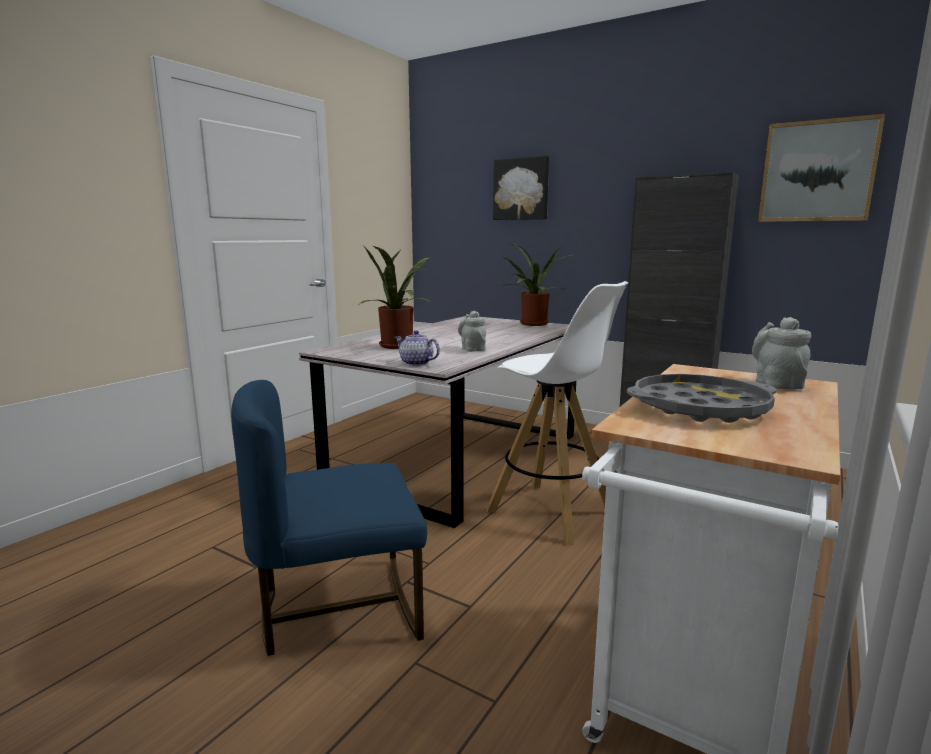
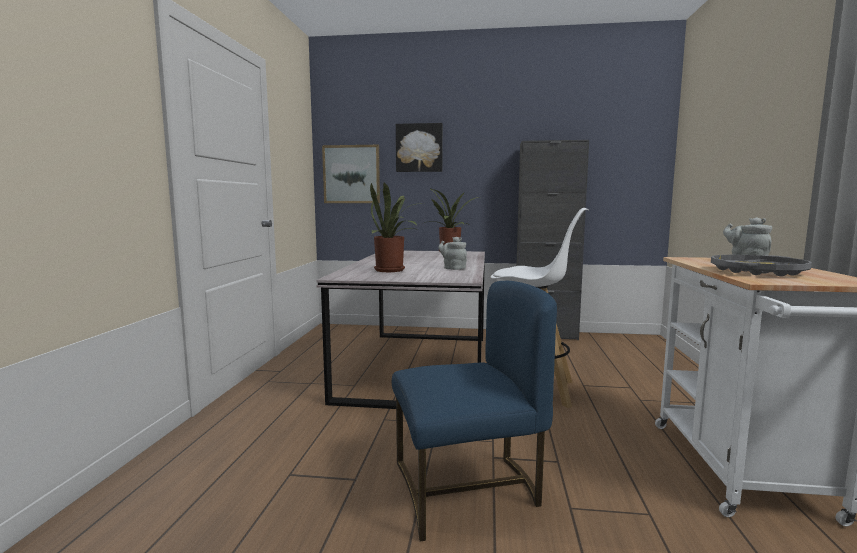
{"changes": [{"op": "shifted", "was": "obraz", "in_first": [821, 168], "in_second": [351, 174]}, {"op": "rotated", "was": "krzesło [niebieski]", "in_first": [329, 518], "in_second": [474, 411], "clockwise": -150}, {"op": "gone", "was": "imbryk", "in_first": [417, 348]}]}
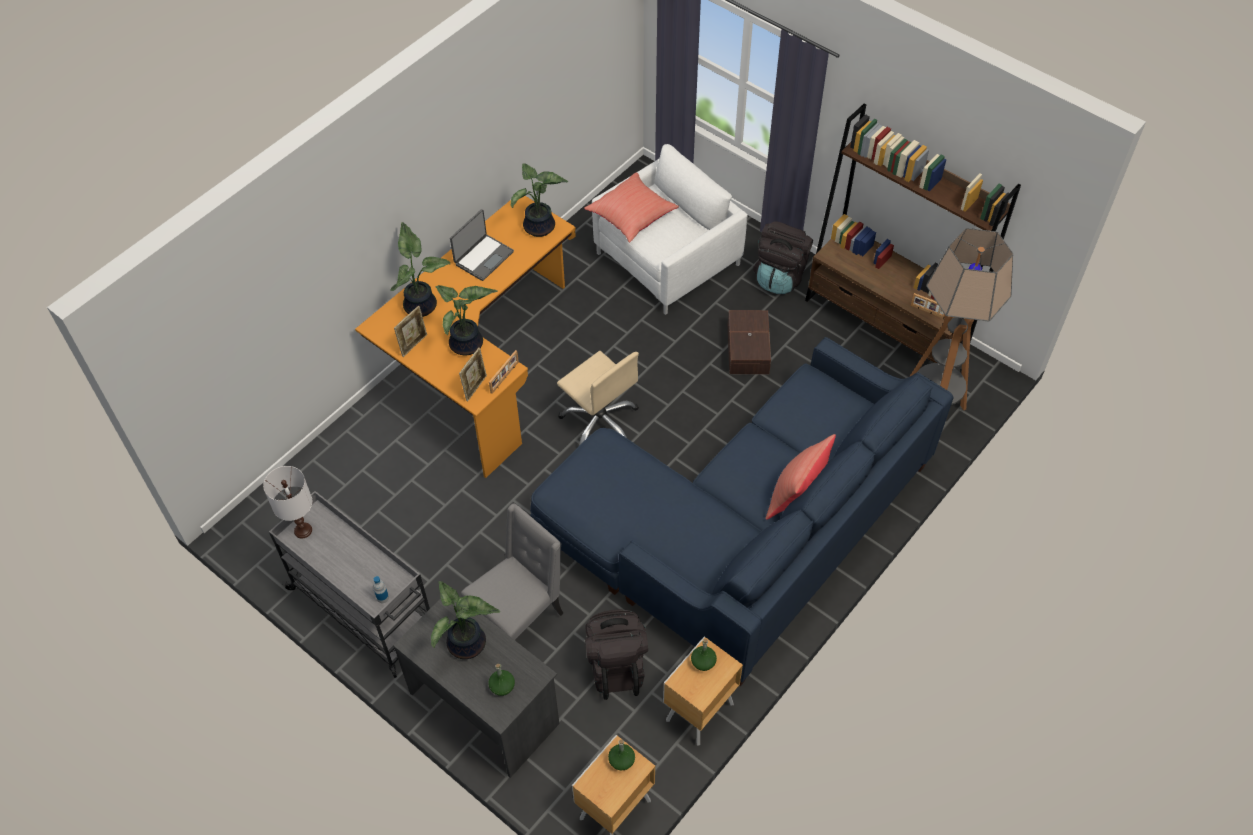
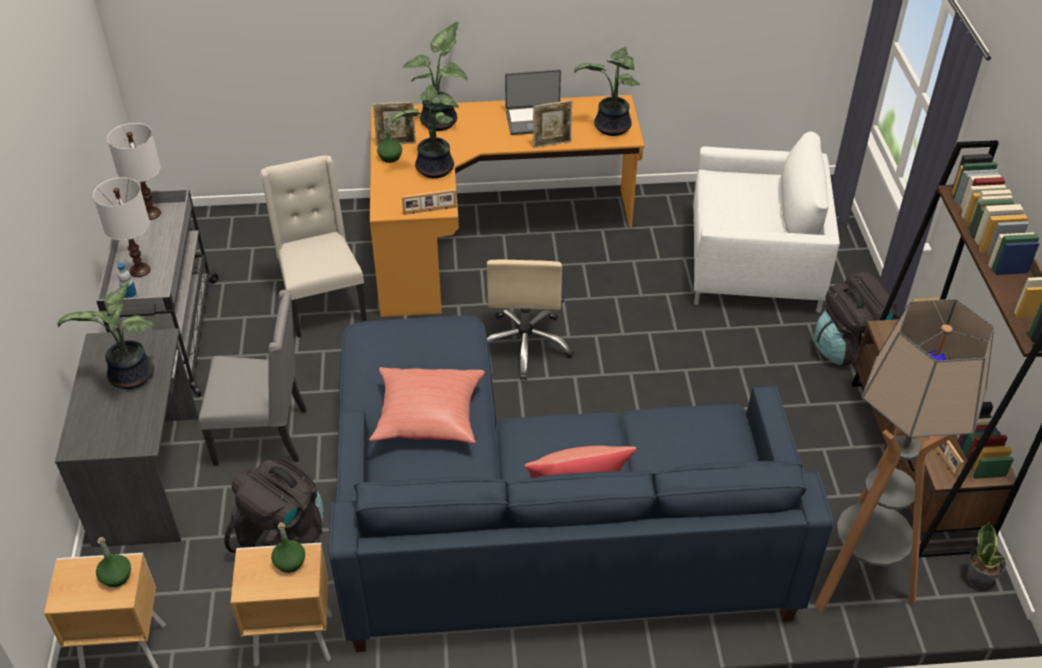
{"changes": [{"op": "new", "now": "lampa stołowa [biały]", "in_second": [122, 227]}, {"op": "new", "now": "krzesło [beżowy]", "in_second": [313, 246]}, {"op": "shifted", "was": "poduszka [czerwony]", "in_first": [631, 207], "in_second": [427, 405]}, {"op": "shifted", "was": "butelka [zielony]", "in_first": [501, 680], "in_second": [389, 140]}, {"op": "shifted", "was": "ramka na zdjęcie", "in_first": [473, 374], "in_second": [552, 124]}, {"op": "new", "now": "roślina doniczkowa", "in_second": [986, 556]}, {"op": "gone", "was": "pojemnik do przechowywania [brązowy]", "in_first": [749, 342]}]}
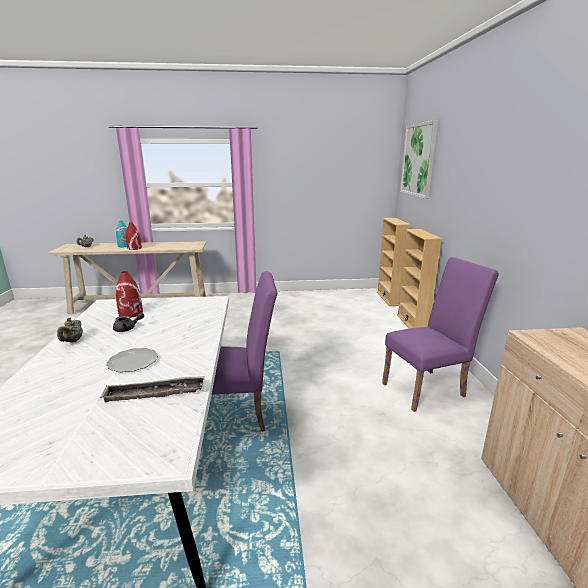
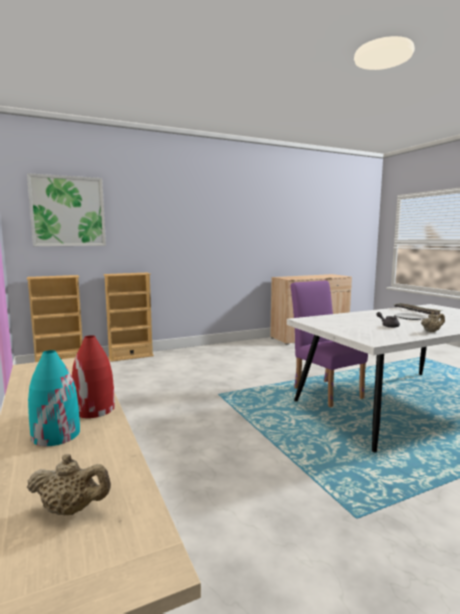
{"changes": [{"op": "gone", "was": "wazon [czerwony]", "in_first": [129, 294]}, {"op": "gone", "was": "krzesło [fioletowy]", "in_first": [440, 334]}]}
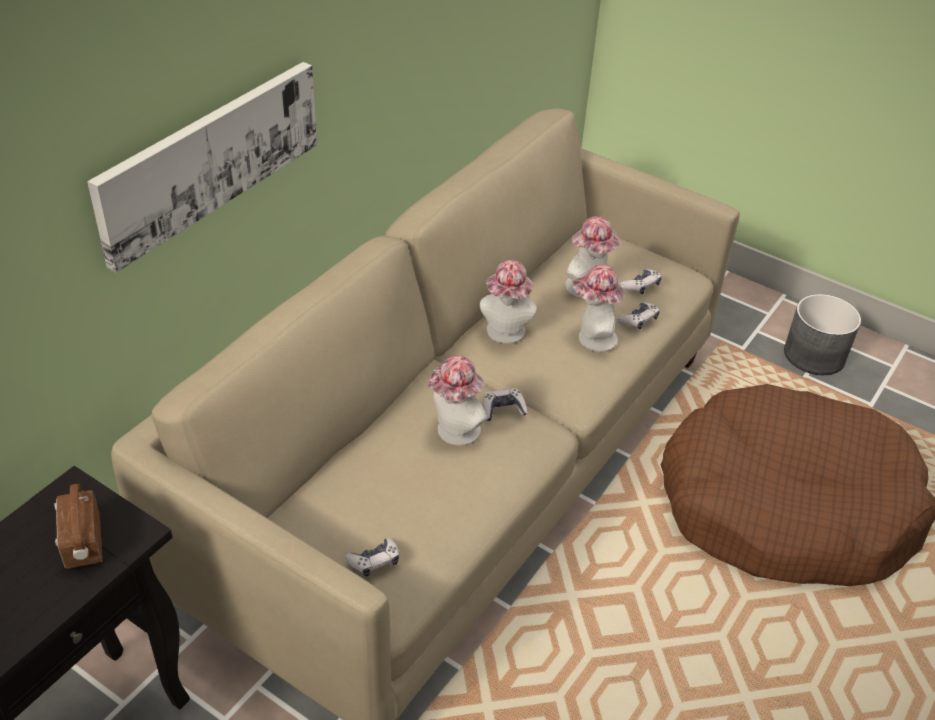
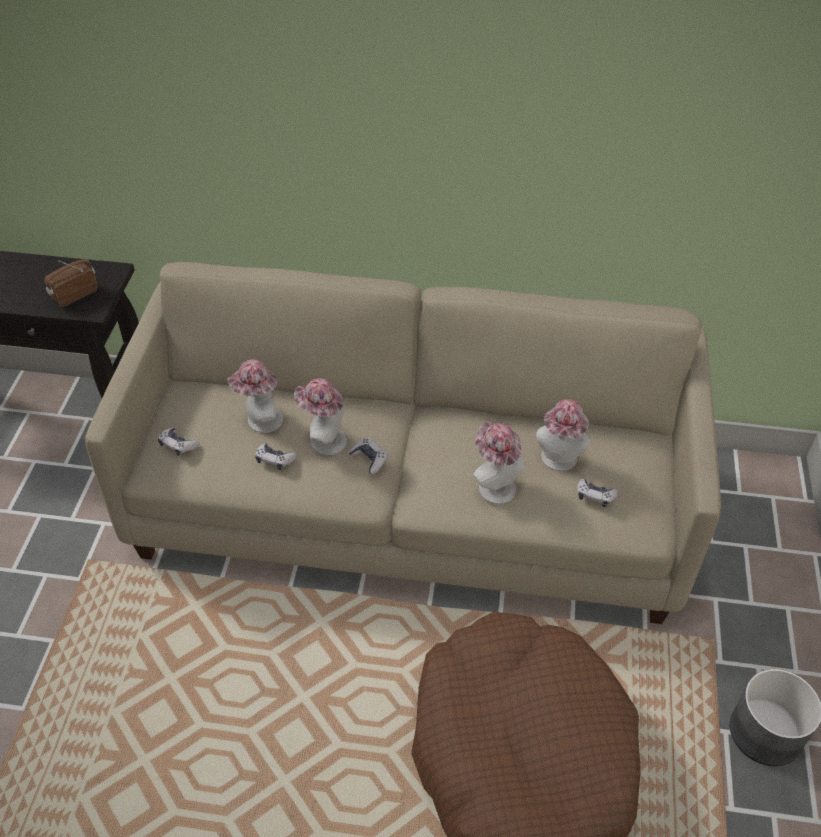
{"changes": [{"op": "shifted", "was": "kapelusz", "in_first": [508, 302], "in_second": [255, 396]}, {"op": "shifted", "was": "pad do gier", "in_first": [638, 316], "in_second": [276, 456]}, {"op": "gone", "was": "obraz", "in_first": [202, 167]}]}
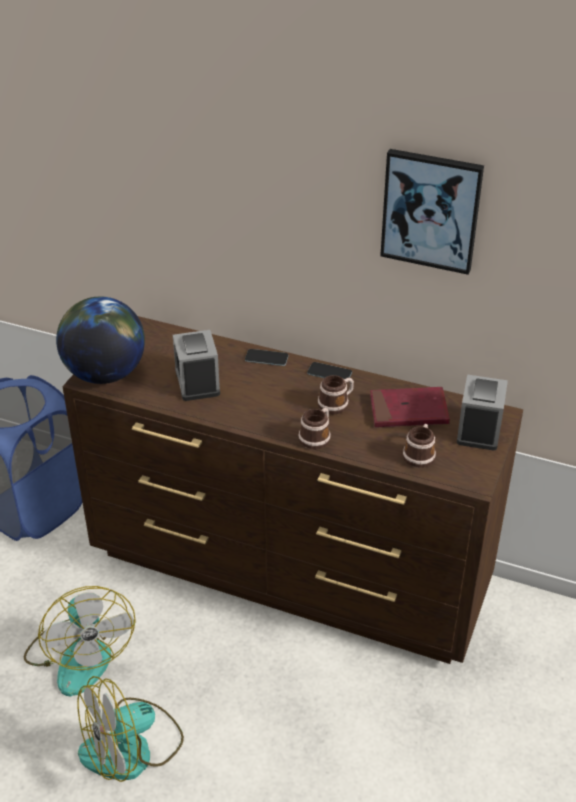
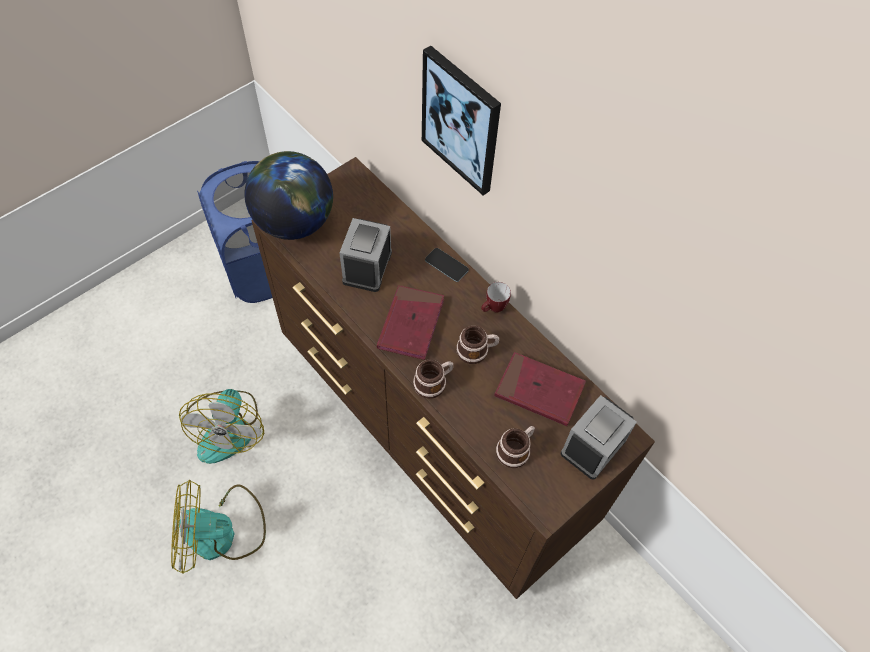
{"changes": [{"op": "new", "now": "książka [czerwony]", "in_second": [410, 322]}, {"op": "shifted", "was": "obraz", "in_first": [432, 212], "in_second": [461, 120]}, {"op": "swapped", "was": "telefon", "now": "kubek", "in_first": [329, 370], "in_second": [496, 297]}]}
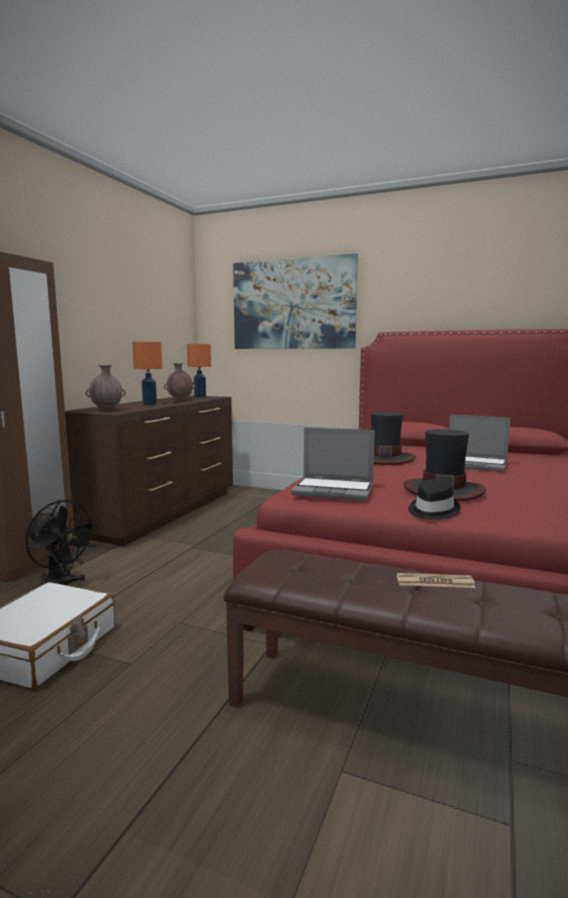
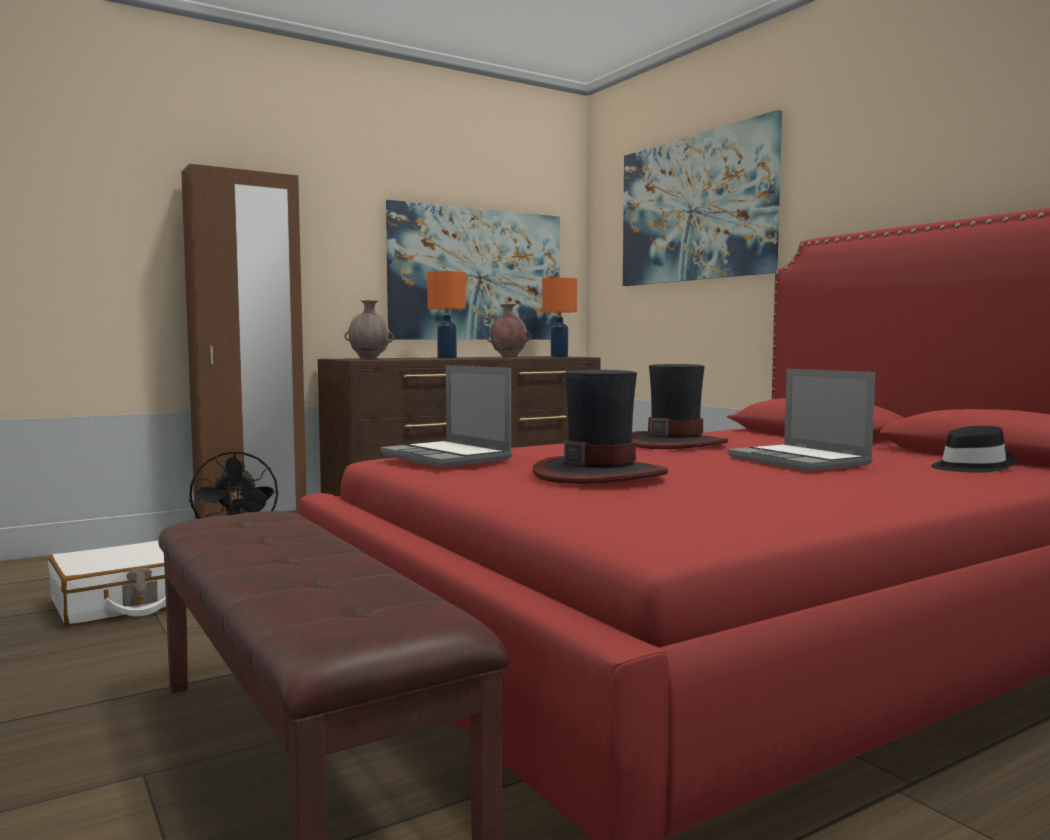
{"changes": [{"op": "new", "now": "obraz", "in_second": [473, 270]}, {"op": "shifted", "was": "kapelusz [czarny]", "in_first": [434, 499], "in_second": [973, 449]}, {"op": "gone", "was": "gazeta", "in_first": [436, 580]}]}
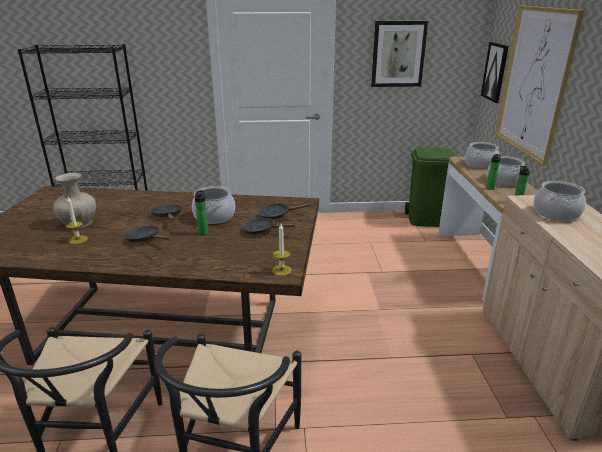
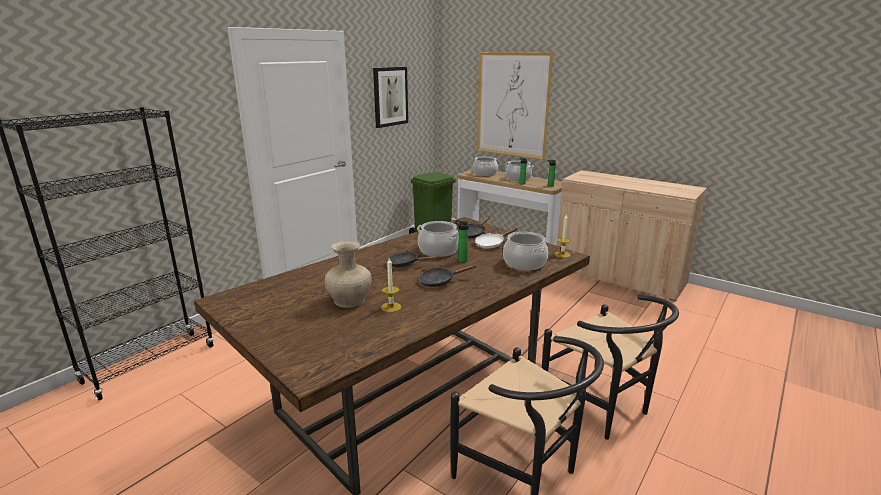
{"changes": [{"op": "repainted", "was": "patelnia [czarny]", "now": "patelnia [biały]", "in_first": [269, 226], "in_second": [496, 238]}, {"op": "shifted", "was": "garnek", "in_first": [560, 201], "in_second": [525, 251]}, {"op": "gone", "was": "obraz", "in_first": [495, 72]}]}
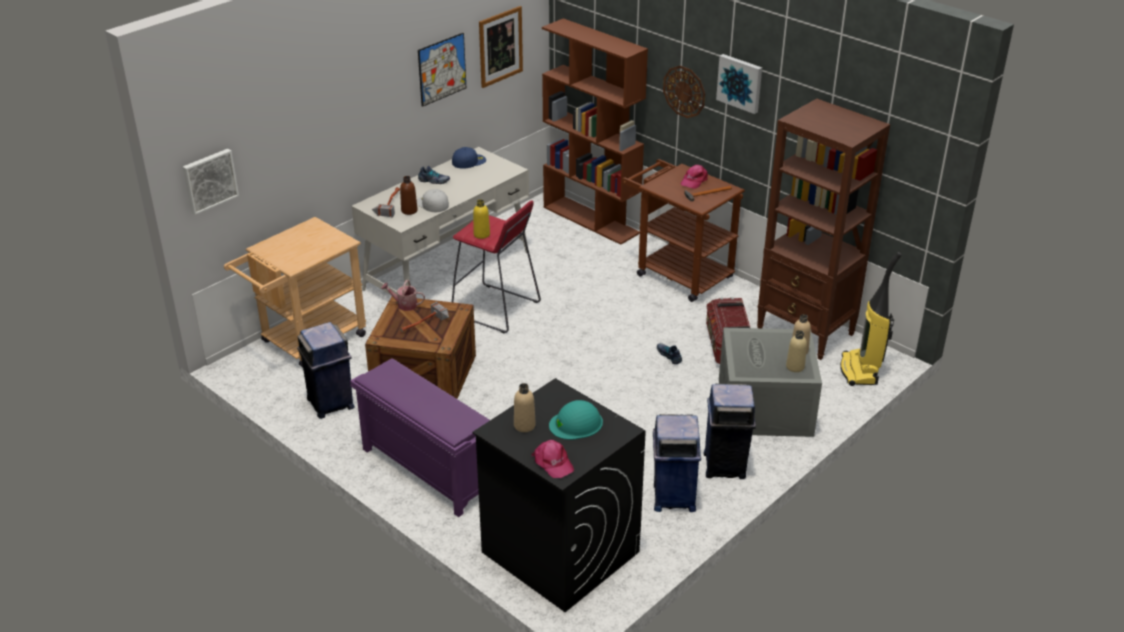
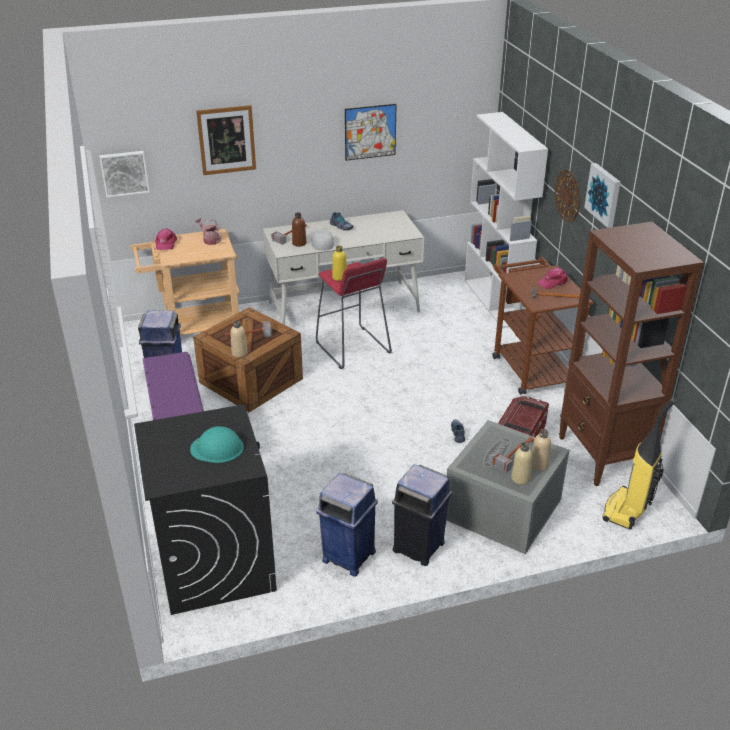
{"changes": [{"op": "shifted", "was": "czapka z daszkiem [różowy]", "in_first": [553, 459], "in_second": [166, 239]}, {"op": "shifted", "was": "konewka", "in_first": [403, 295], "in_second": [208, 231]}, {"op": "shifted", "was": "obraz", "in_first": [501, 47], "in_second": [226, 140]}, {"op": "shifted", "was": "butelka [beżowy]", "in_first": [525, 407], "in_second": [239, 339]}, {"op": "repainted", "was": "regał [brązowy]", "now": "regał [biały]", "in_first": [595, 131], "in_second": [506, 220]}, {"op": "new", "now": "młotek", "in_second": [511, 455]}, {"op": "gone", "was": "czapka z daszkiem [niebieski]", "in_first": [469, 158]}]}
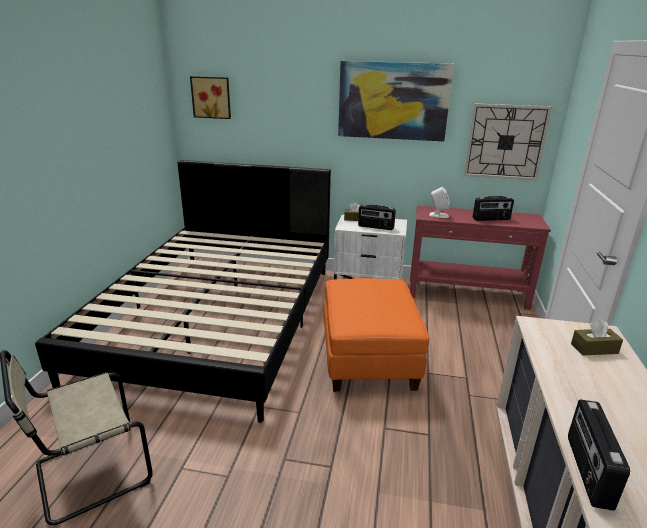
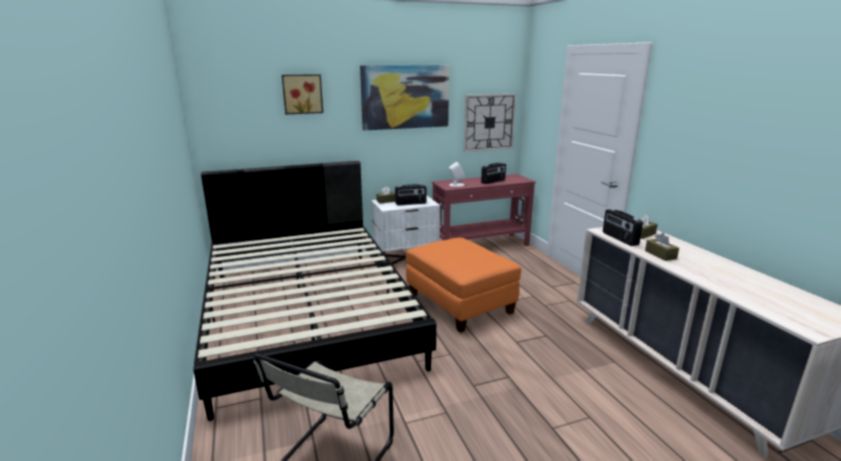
{"changes": [{"op": "shifted", "was": "obraz", "in_first": [210, 97], "in_second": [302, 94]}, {"op": "shifted", "was": "radio", "in_first": [599, 455], "in_second": [623, 227]}, {"op": "new", "now": "pudełko chusteczek [brązowy]", "in_second": [662, 247]}]}
